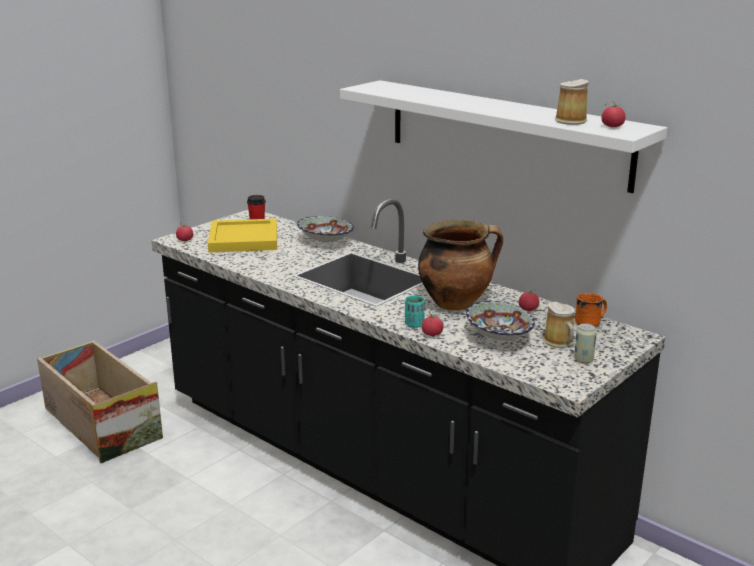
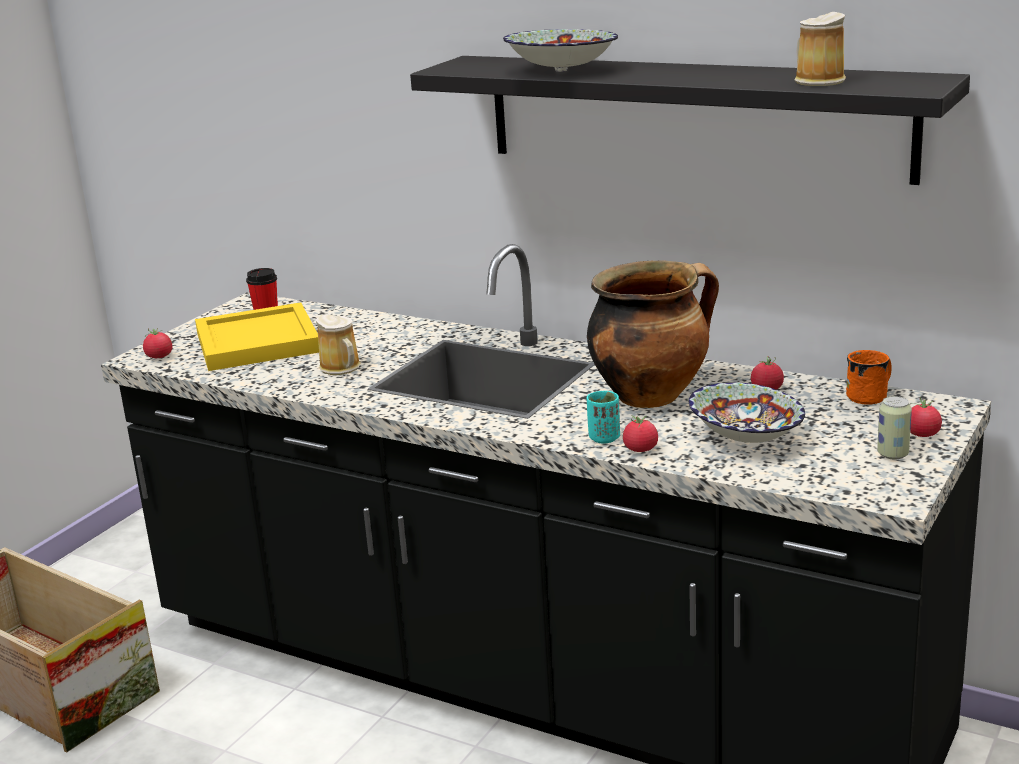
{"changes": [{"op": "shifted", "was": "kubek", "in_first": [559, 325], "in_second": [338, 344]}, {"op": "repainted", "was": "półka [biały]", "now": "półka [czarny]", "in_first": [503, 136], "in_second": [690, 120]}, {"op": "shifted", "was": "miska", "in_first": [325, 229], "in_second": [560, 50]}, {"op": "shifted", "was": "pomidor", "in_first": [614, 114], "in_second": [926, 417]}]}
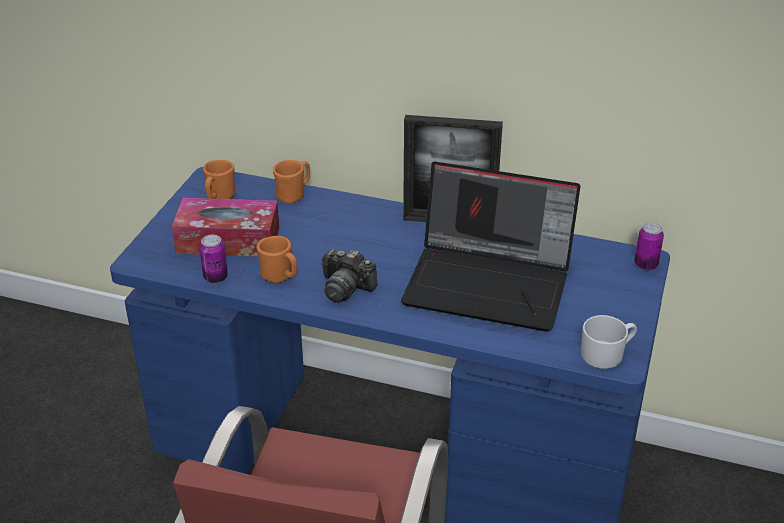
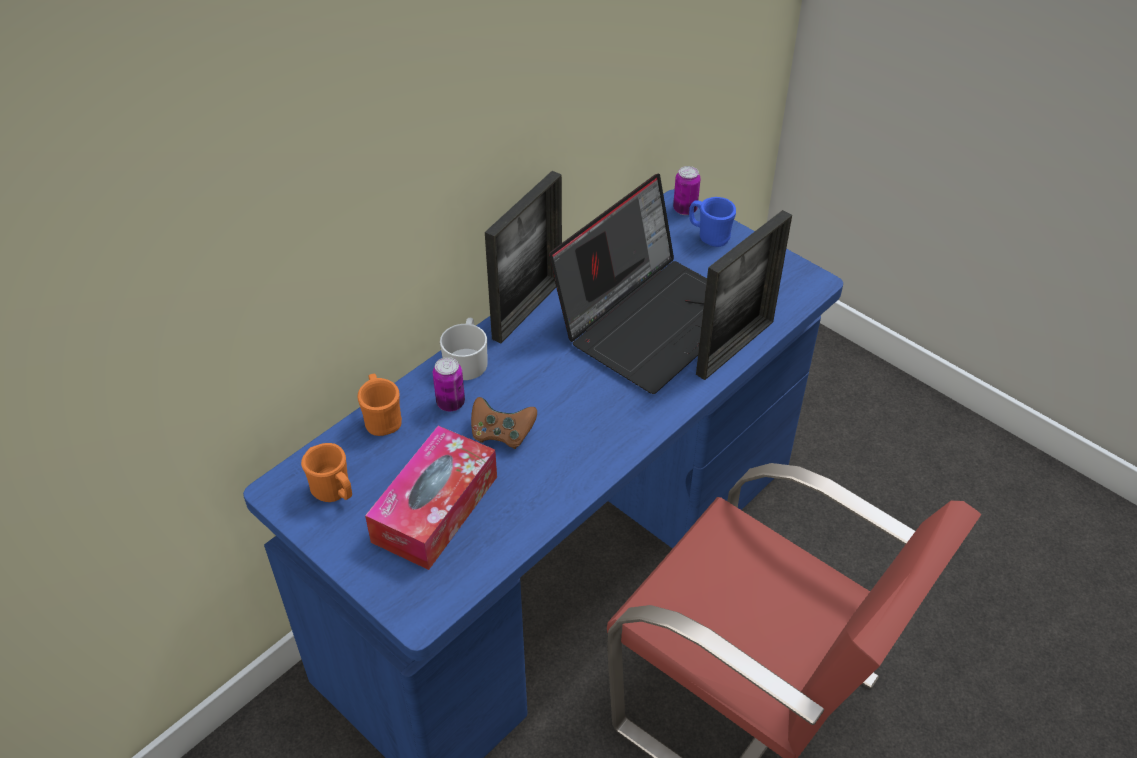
{"changes": [{"op": "shifted", "was": "puszka", "in_first": [213, 259], "in_second": [449, 384]}, {"op": "shifted", "was": "kubek [biały]", "in_first": [609, 342], "in_second": [463, 349]}, {"op": "new", "now": "pad do gier [brązowy]", "in_second": [504, 423]}, {"op": "new", "now": "kubek [niebieski]", "in_second": [712, 222]}, {"op": "new", "now": "ramka na zdjęcie", "in_second": [744, 295]}, {"op": "gone", "was": "kubek [pomarańczowy]", "in_first": [277, 259]}, {"op": "gone", "was": "aparat fotograficzny", "in_first": [350, 276]}]}
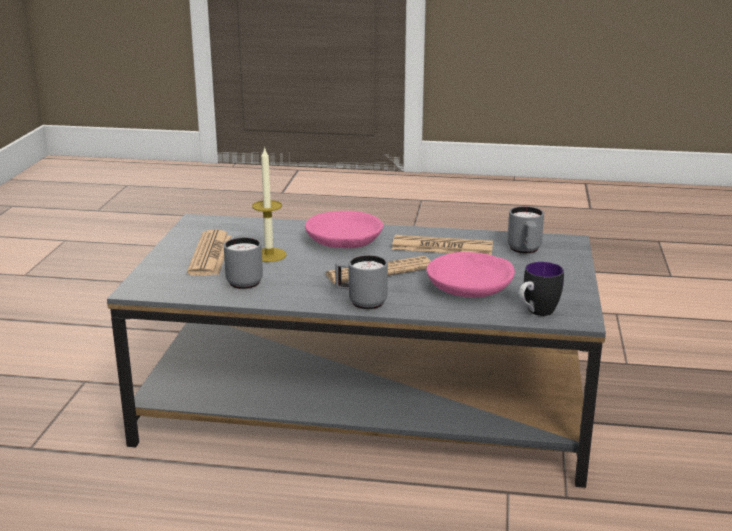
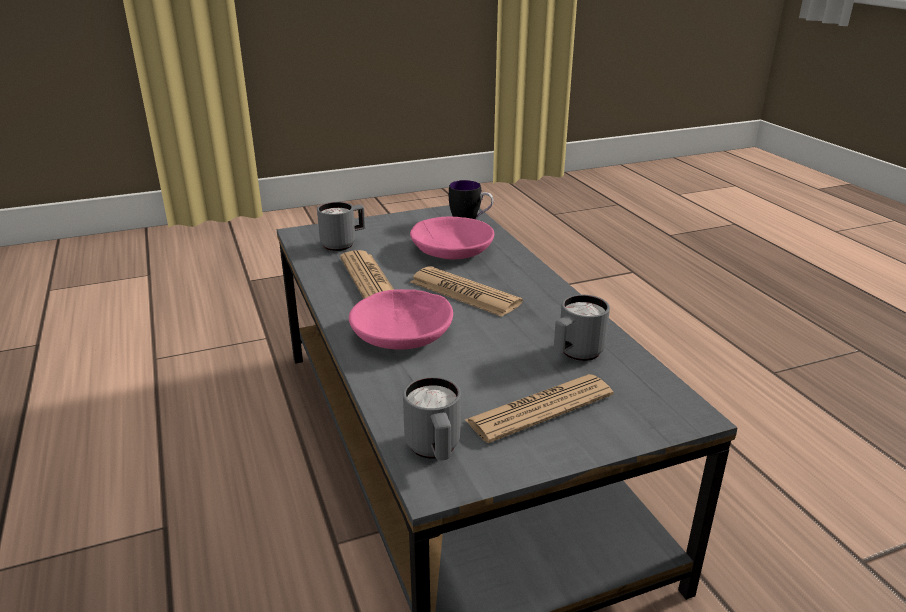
{"changes": [{"op": "shifted", "was": "kubek [szary]", "in_first": [361, 282], "in_second": [432, 418]}, {"op": "gone", "was": "świeca", "in_first": [269, 204]}]}
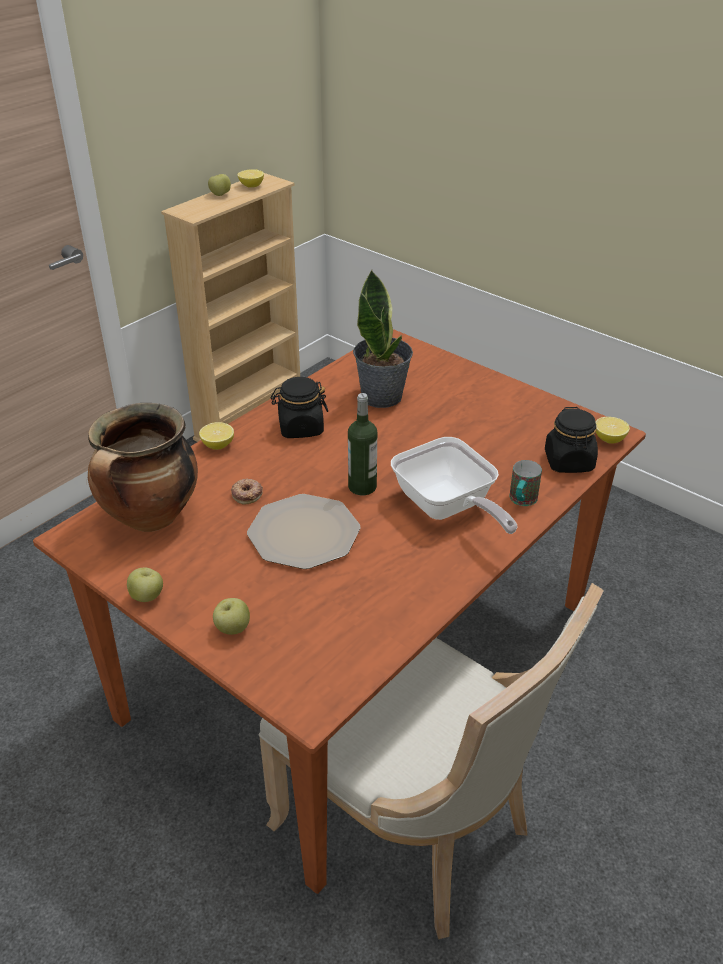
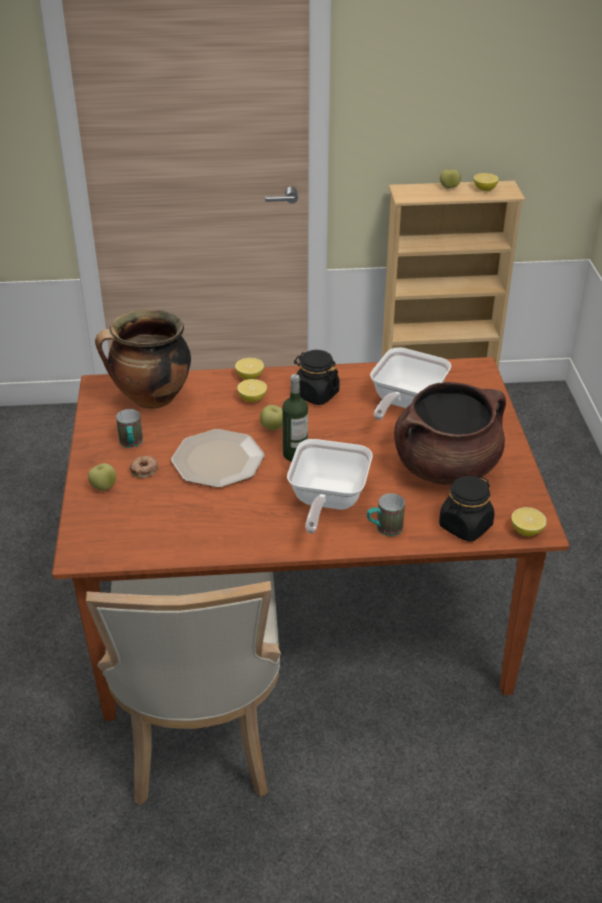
{"changes": [{"op": "new", "now": "kubek", "in_second": [129, 428]}, {"op": "shifted", "was": "donut", "in_first": [247, 492], "in_second": [144, 467]}, {"op": "new", "now": "cytryna", "in_second": [252, 390]}, {"op": "shifted", "was": "jabłko", "in_first": [145, 585], "in_second": [271, 417]}, {"op": "swapped", "was": "roślina doniczkowa", "now": "patelnia", "in_first": [383, 339], "in_second": [410, 383]}, {"op": "new", "now": "garnek [brązowy]", "in_second": [450, 433]}]}
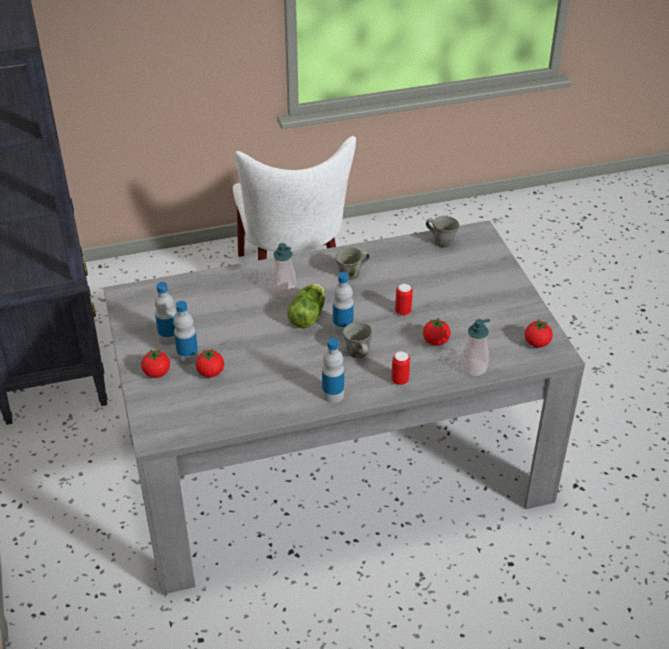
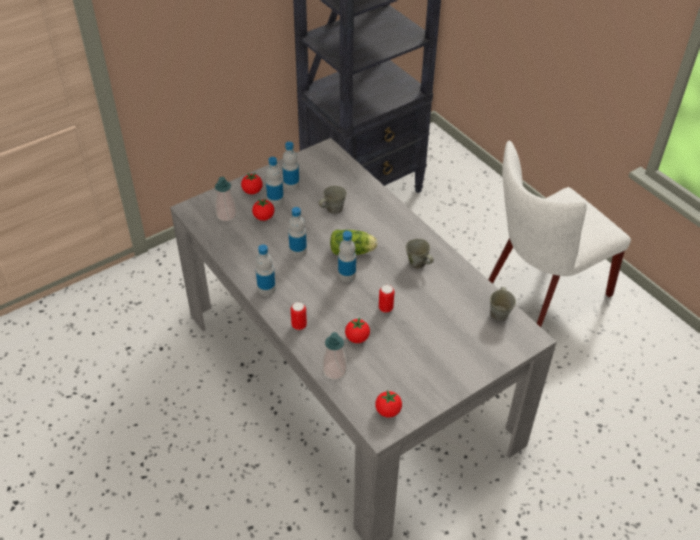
{"changes": [{"op": "shifted", "was": "dozownik mydła", "in_first": [284, 270], "in_second": [226, 199]}, {"op": "new", "now": "butelka", "in_second": [297, 232]}, {"op": "shifted", "was": "kubek [szary]", "in_first": [357, 340], "in_second": [332, 200]}]}
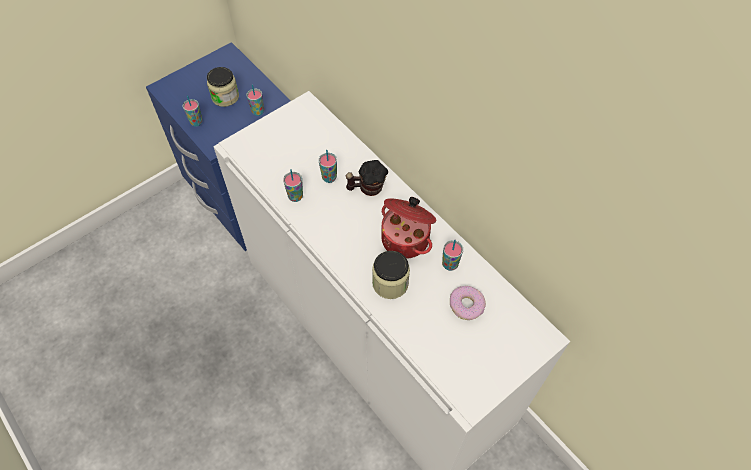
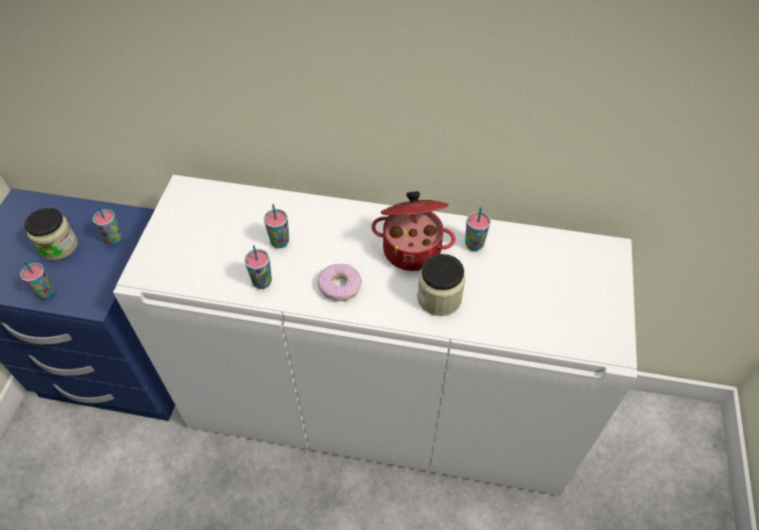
{"changes": [{"op": "shifted", "was": "donut", "in_first": [468, 303], "in_second": [340, 282]}, {"op": "gone", "was": "kubek", "in_first": [366, 178]}]}
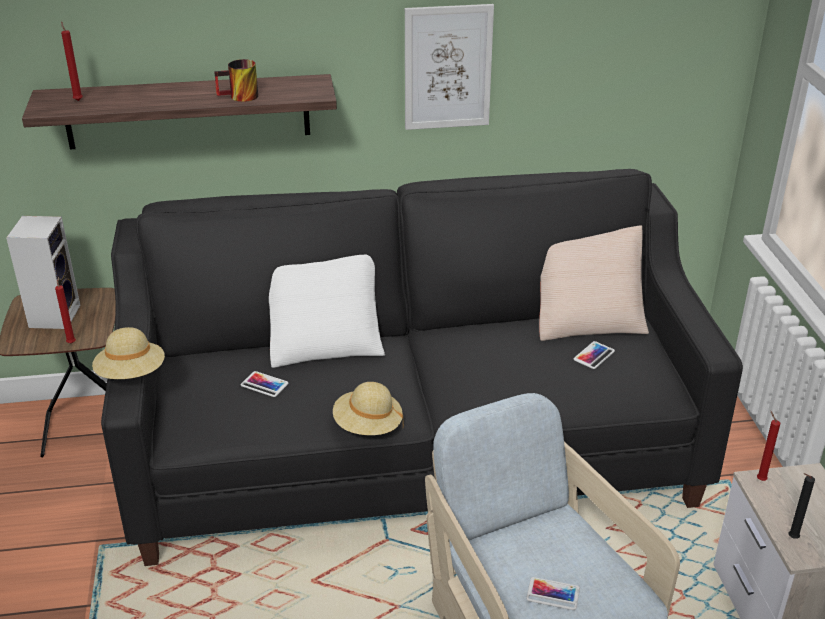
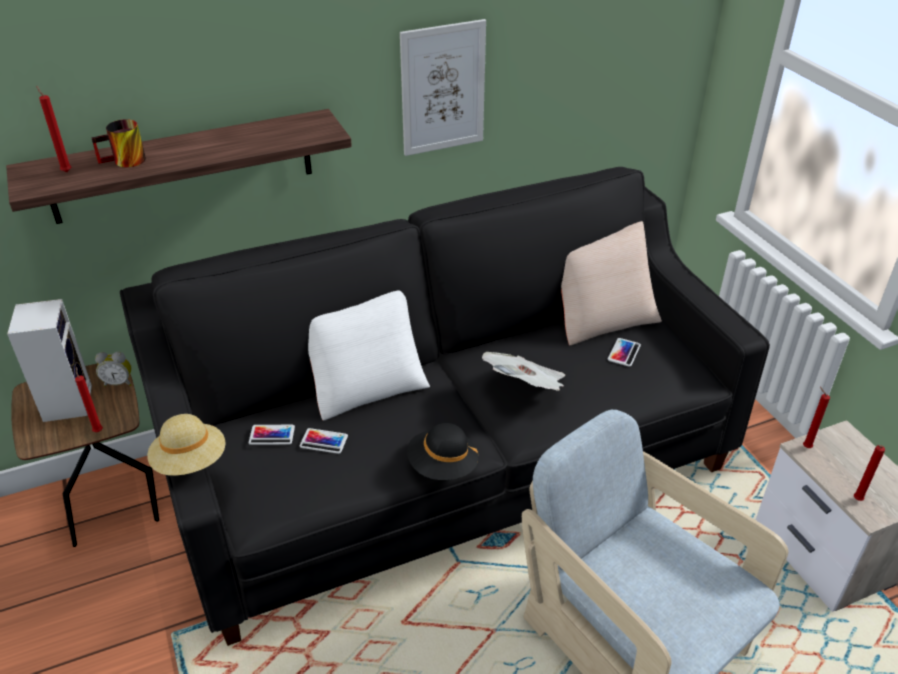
{"changes": [{"op": "shifted", "was": "kubek", "in_first": [236, 80], "in_second": [118, 143]}, {"op": "new", "now": "budzik", "in_second": [113, 369]}, {"op": "shifted", "was": "telefon", "in_first": [553, 593], "in_second": [272, 435]}, {"op": "repainted", "was": "kapelusz [beżowy]", "now": "kapelusz [czarny]", "in_first": [368, 408], "in_second": [442, 451]}, {"op": "new", "now": "gazeta", "in_second": [523, 371]}, {"op": "repainted", "was": "świeca [czarny]", "now": "świeca [czerwony]", "in_first": [801, 506], "in_second": [869, 473]}]}
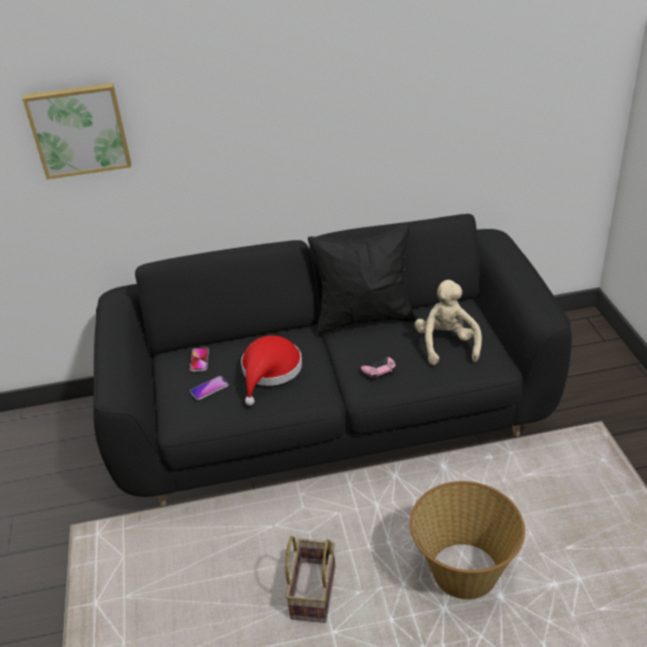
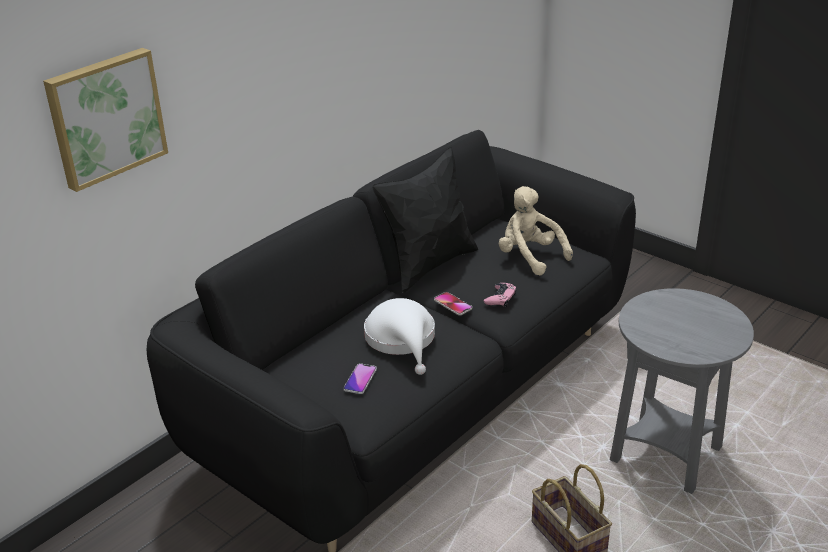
{"changes": [{"op": "repainted", "was": "kapelusz [czerwony]", "now": "kapelusz [biały]", "in_first": [271, 370], "in_second": [399, 336]}, {"op": "shifted", "was": "telefon", "in_first": [199, 359], "in_second": [453, 303]}, {"op": "swapped", "was": "koszyk", "now": "stolik [szary]", "in_first": [467, 540], "in_second": [682, 391]}]}
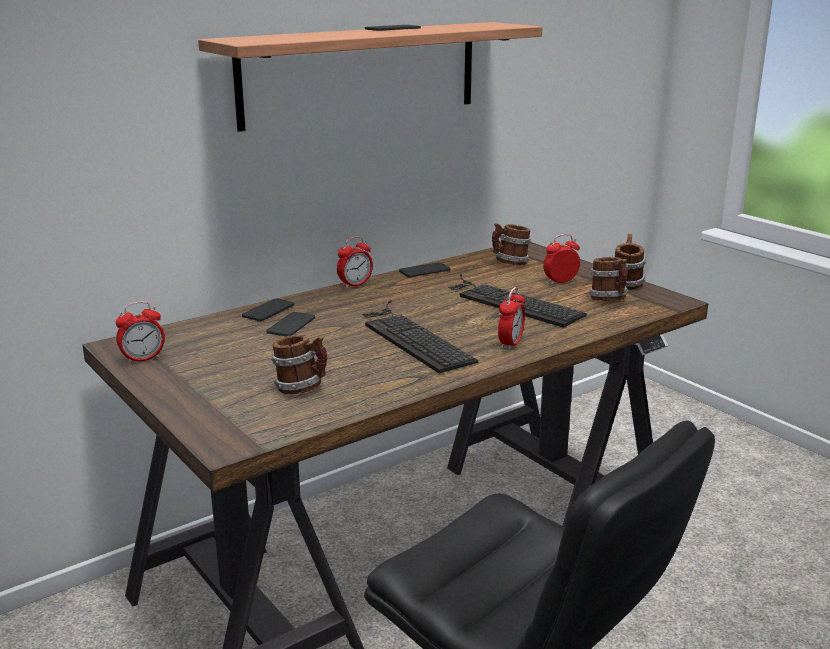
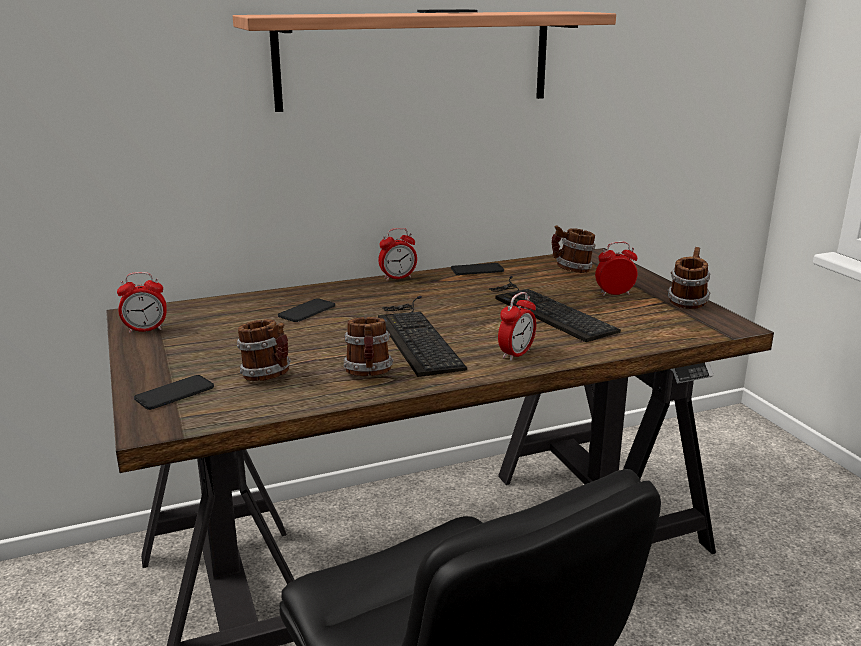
{"changes": [{"op": "shifted", "was": "telefon", "in_first": [268, 310], "in_second": [174, 392]}, {"op": "shifted", "was": "kubek", "in_first": [609, 279], "in_second": [368, 346]}]}
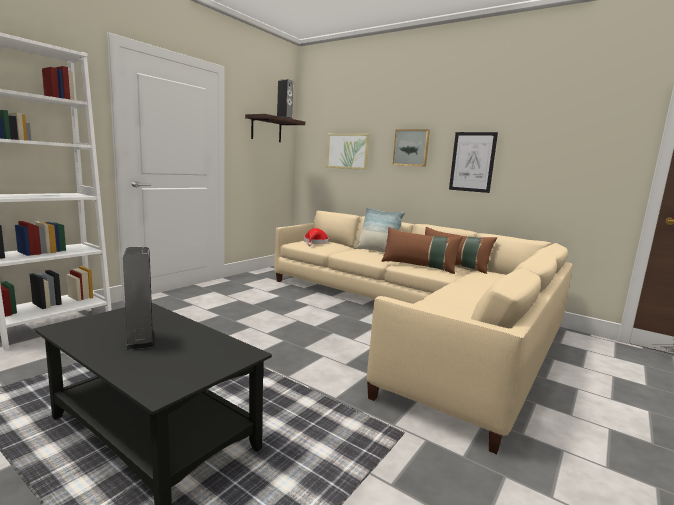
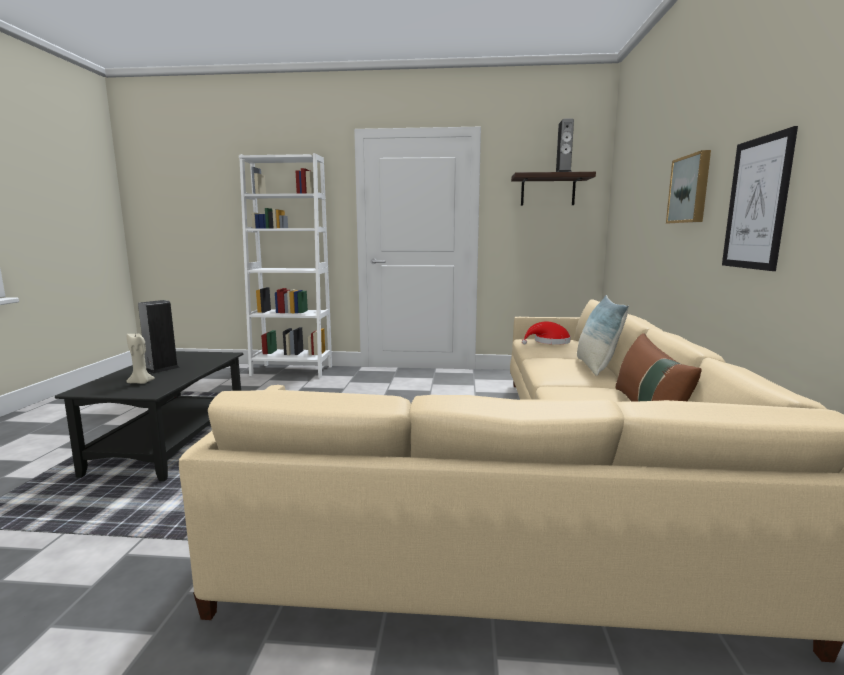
{"changes": [{"op": "new", "now": "świeca [beżowy]", "in_second": [140, 358]}, {"op": "gone", "was": "obraz", "in_first": [348, 151]}, {"op": "gone", "was": "poduszka [brązowy]", "in_first": [422, 250]}]}
